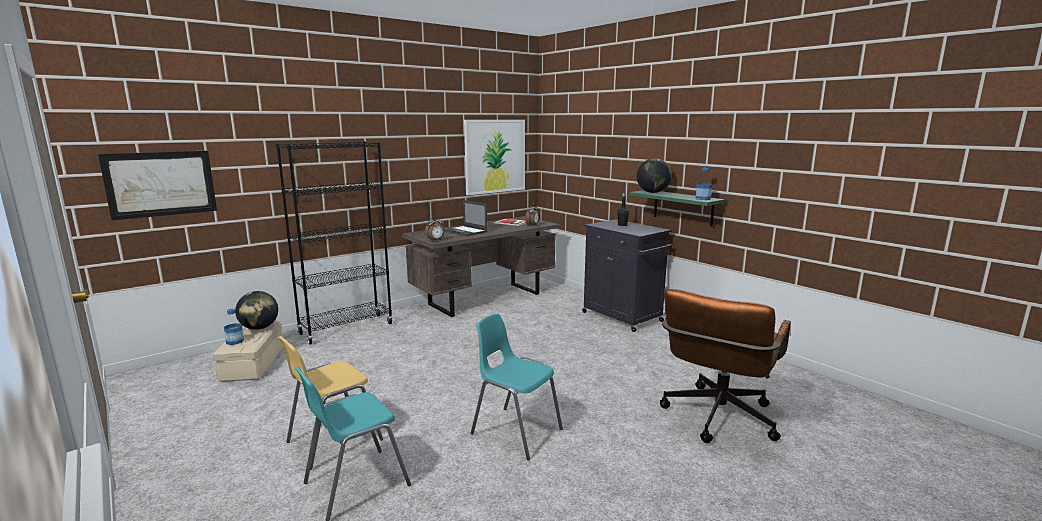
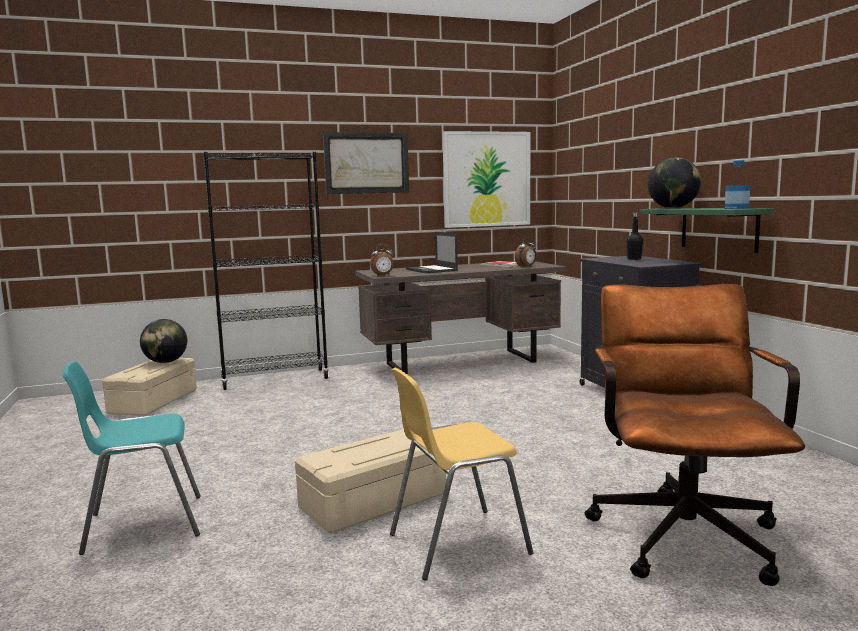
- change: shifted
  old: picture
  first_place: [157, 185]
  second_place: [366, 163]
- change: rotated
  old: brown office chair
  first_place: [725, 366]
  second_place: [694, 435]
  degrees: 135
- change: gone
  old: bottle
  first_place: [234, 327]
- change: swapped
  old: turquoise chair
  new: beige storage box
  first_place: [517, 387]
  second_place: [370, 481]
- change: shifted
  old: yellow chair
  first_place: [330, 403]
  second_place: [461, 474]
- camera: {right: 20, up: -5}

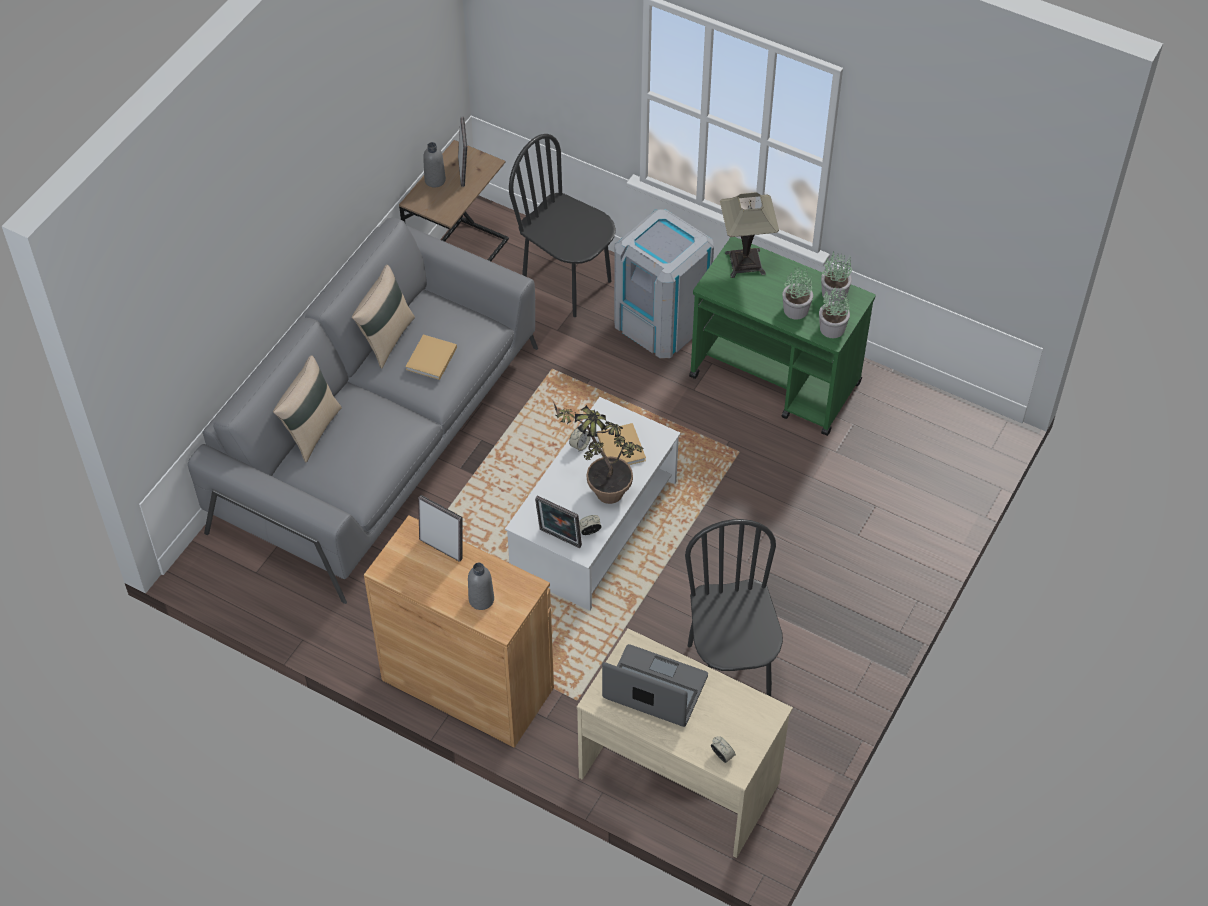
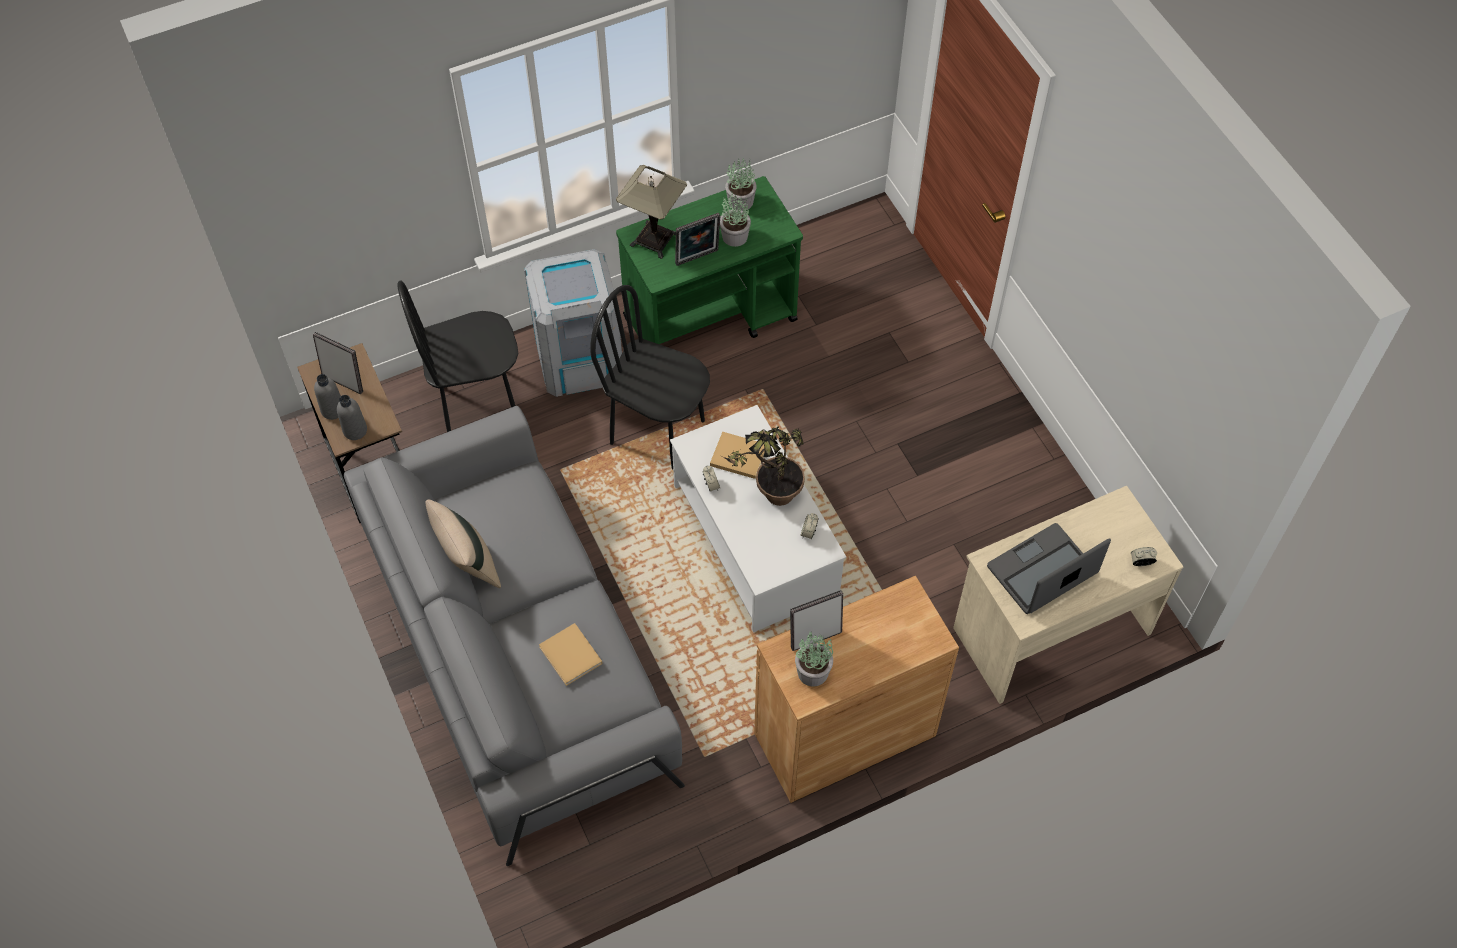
- change: shifted
  old: potted plant
  first_place: [834, 313]
  second_place: [814, 658]
- change: shifted
  old: beige book
  first_place: [431, 357]
  second_place: [571, 654]
- change: gone
  old: beige pillow
  first_place: [307, 408]
- change: shifted
  old: picture frame
  first_place: [558, 522]
  second_place: [697, 239]
- change: shifted
  old: black chair
  first_place: [734, 608]
  second_place: [650, 377]
- change: shifted
  old: grey bottle
  first_place: [481, 586]
  second_place: [352, 417]
- camera: {right: -55, up: 5}

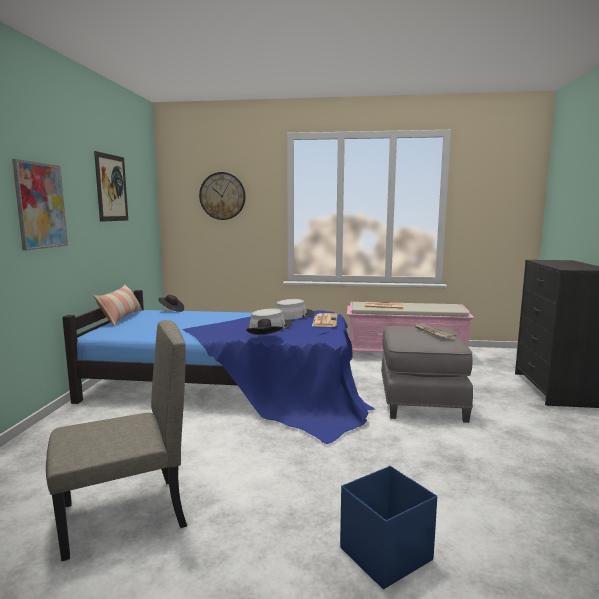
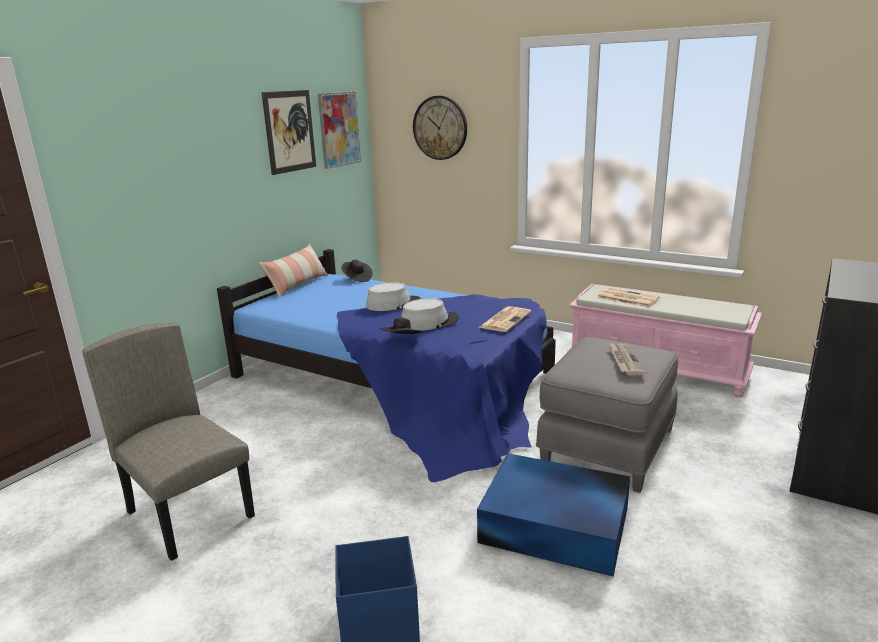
- change: shifted
  old: picture
  first_place: [40, 204]
  second_place: [339, 130]
- change: shifted
  old: grey hat
  first_place: [294, 309]
  second_place: [393, 296]
- change: rotated
  old: beige chair
  first_place: [116, 440]
  second_place: [168, 442]
  degrees: -135
- change: new
  new: blue storage box
  second_place: [553, 514]
- camera: {right: 25, up: 10}

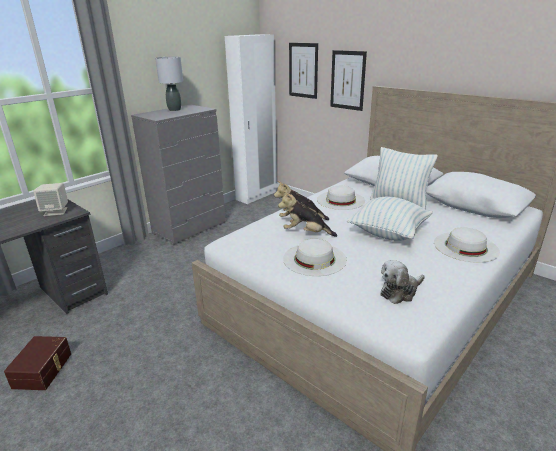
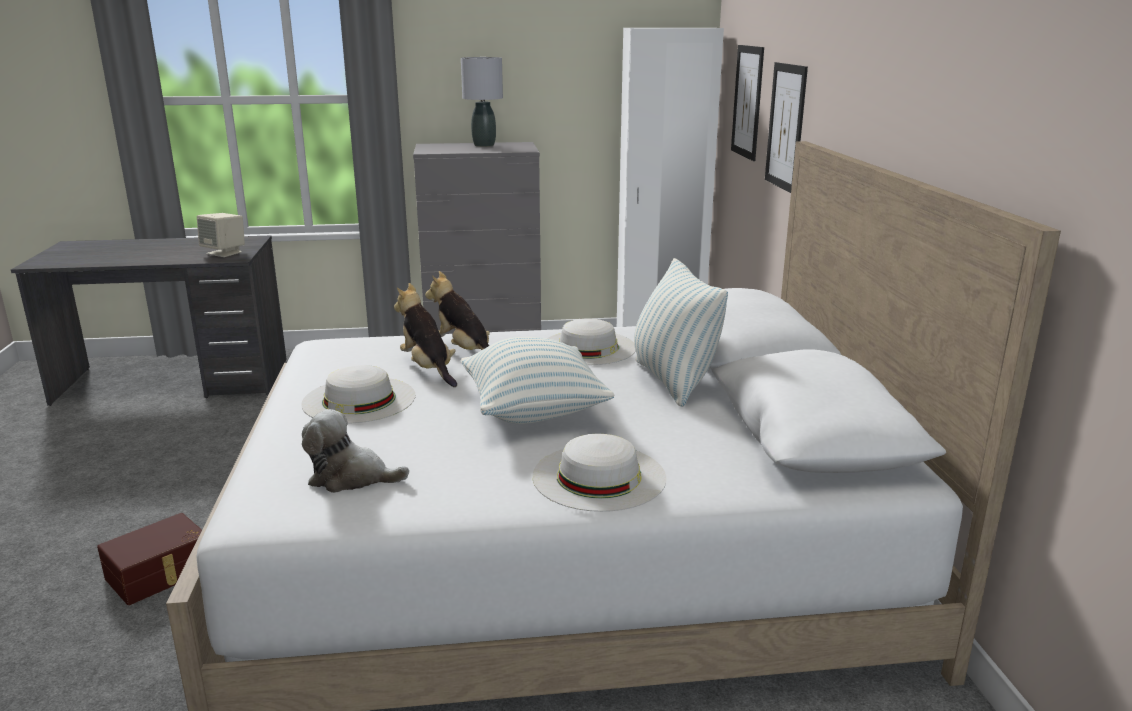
- change: shifted
  old: brown storage box
  first_place: [37, 363]
  second_place: [149, 559]
- camera: {right: 40, up: -5}

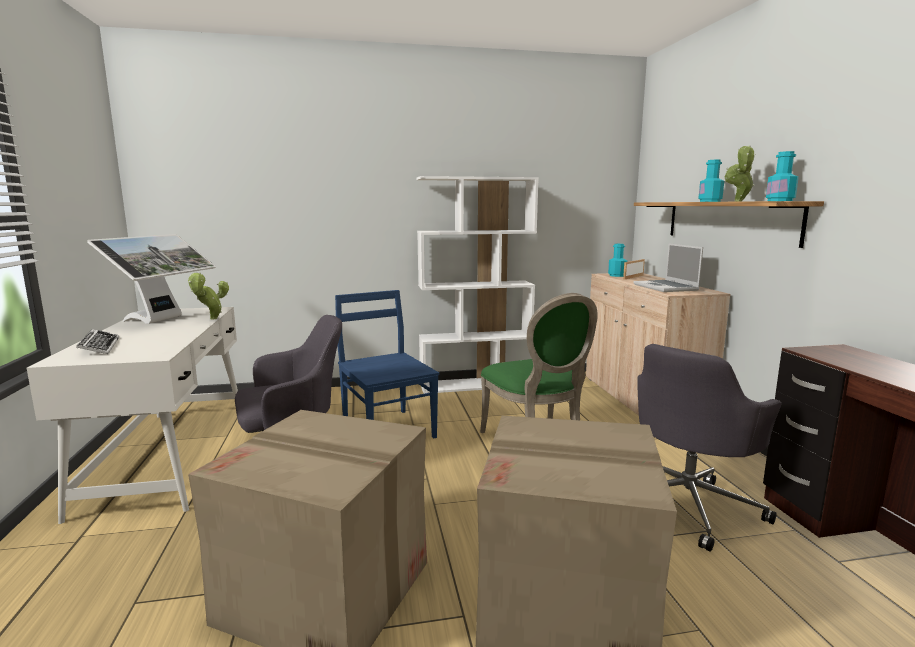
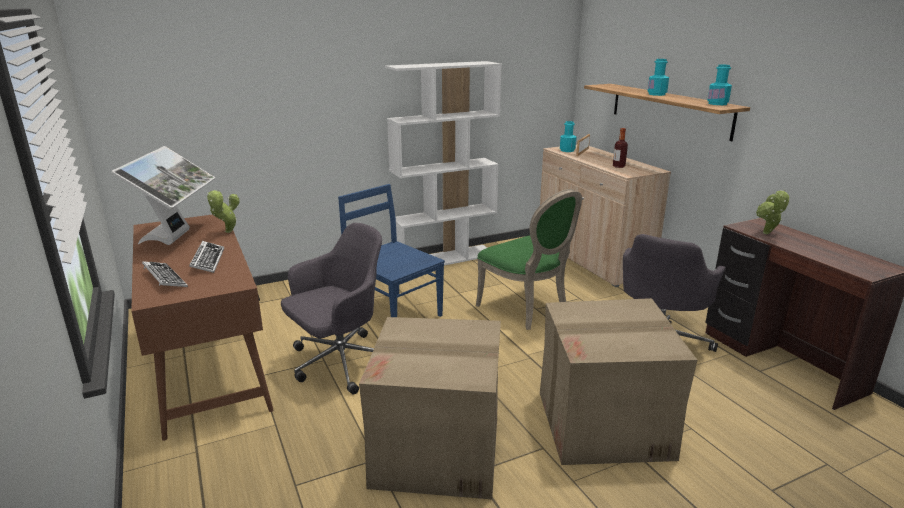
- change: shifted
  old: potted plant
  first_place: [740, 173]
  second_place: [773, 212]
- change: swapped
  old: laptop
  new: bottle
  first_place: [668, 267]
  second_place: [620, 148]
- change: repainted
  old: white desk
  new: brown desk
  first_place: [132, 415]
  second_place: [202, 328]
- change: new
  new: keyboard
  second_place: [206, 257]
- camera: {right: -15, up: 10}

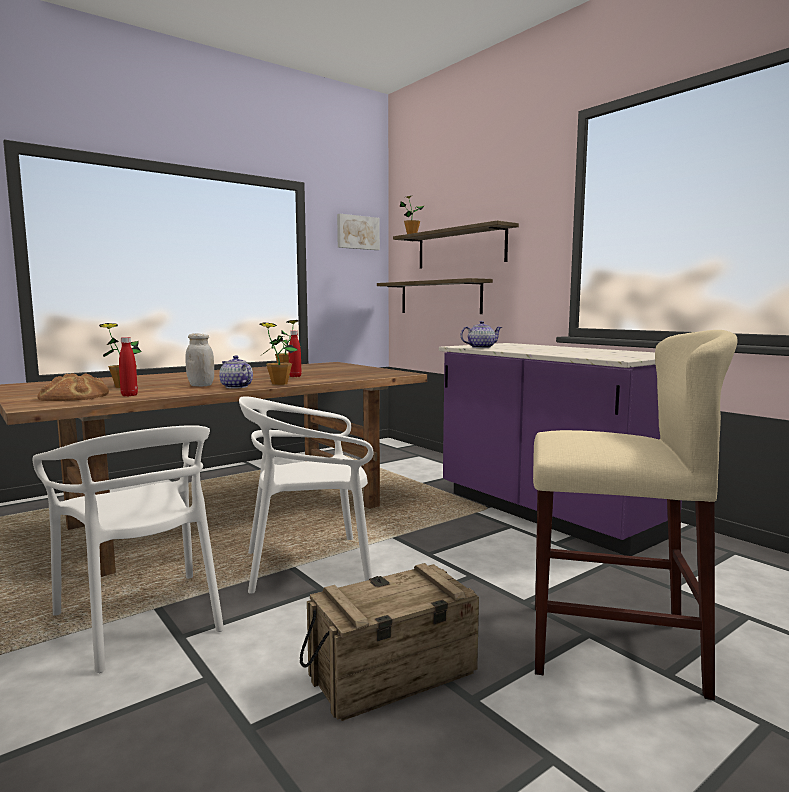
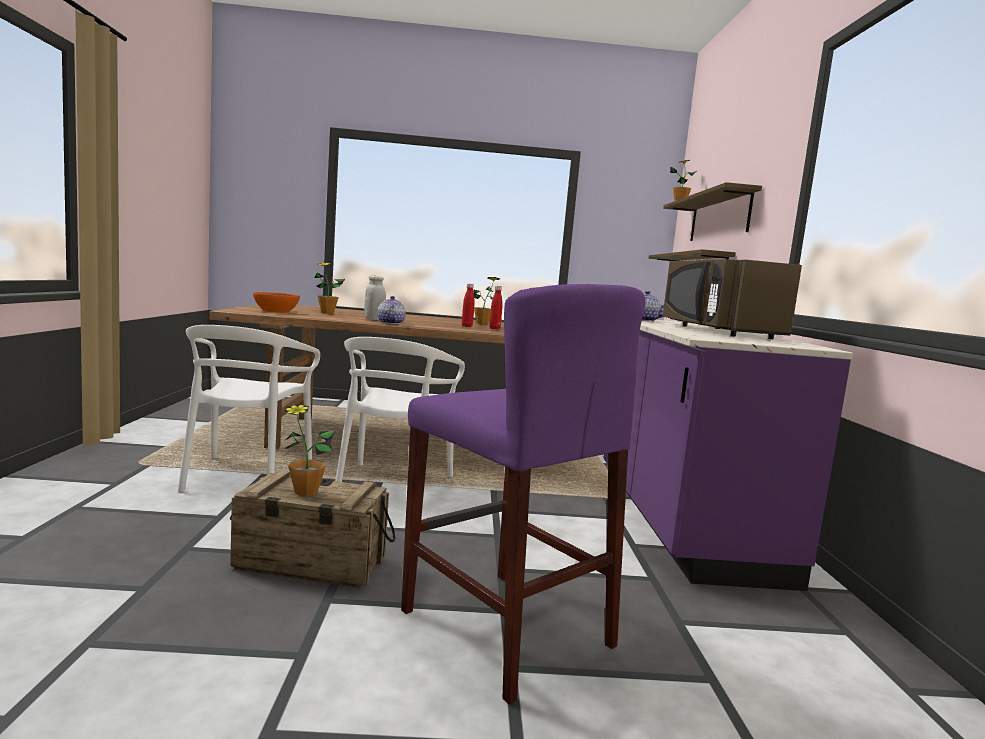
- change: gone
  old: picture
  first_place: [358, 232]
- change: shifted
  old: potted plant
  first_place: [279, 354]
  second_place: [309, 450]
- change: repainted
  old: beige stool
  new: purple stool
  first_place: [635, 515]
  second_place: [523, 494]
- change: shifted
  old: red bottle
  first_place: [128, 366]
  second_place: [496, 307]
- change: swapped
  old: bread
  new: orange bowl
  first_place: [73, 387]
  second_place: [276, 302]
- change: rotated
  old: white chair
  first_place: [306, 495]
  second_place: [400, 409]
  degrees: -105
- change: new
  new: brown microwave
  second_place: [732, 299]
- camera: {right: 35, up: 0}

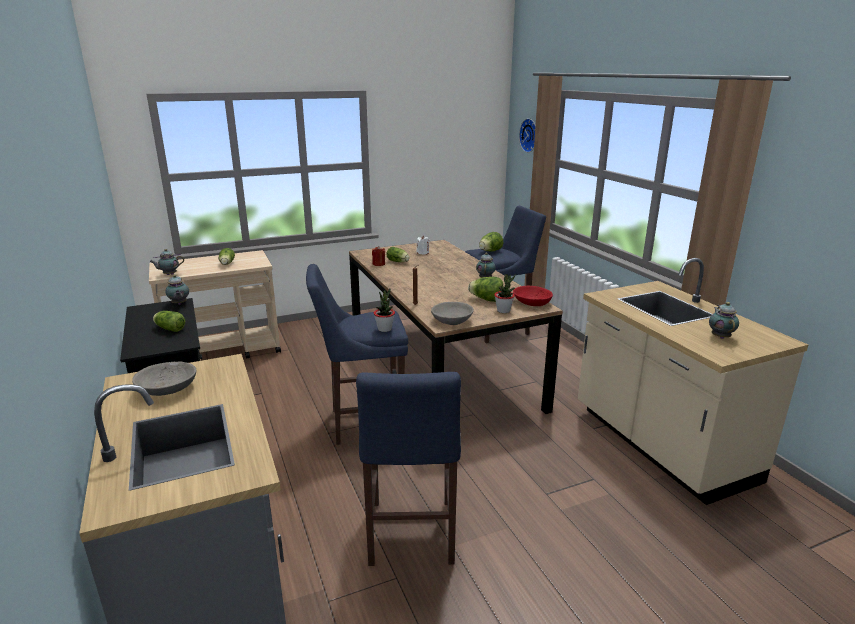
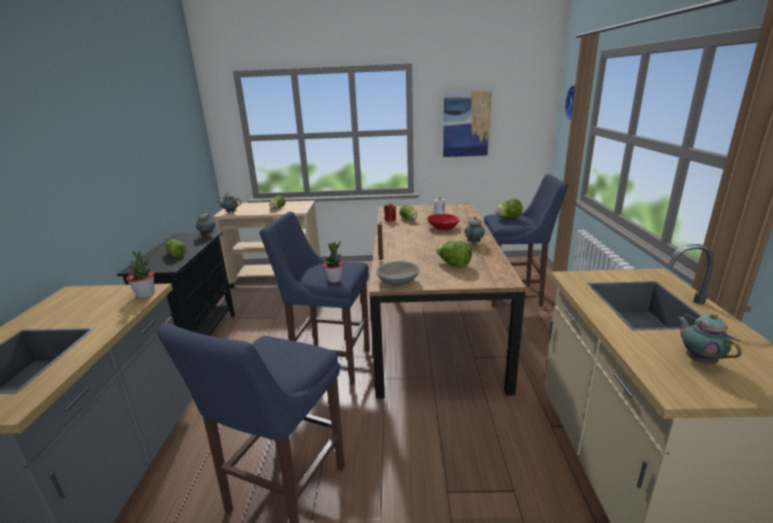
- change: shifted
  old: potted plant
  first_place: [505, 293]
  second_place: [140, 274]
- change: shifted
  old: red bowl
  first_place: [533, 296]
  second_place: [443, 222]
- change: rotated
  old: teapot
  first_place: [724, 320]
  second_place: [709, 338]
  degrees: -45
- change: gone
  old: grey bowl
  first_place: [164, 378]
- change: new
  new: picture
  second_place: [467, 124]
- camera: {right: 25, up: 0}

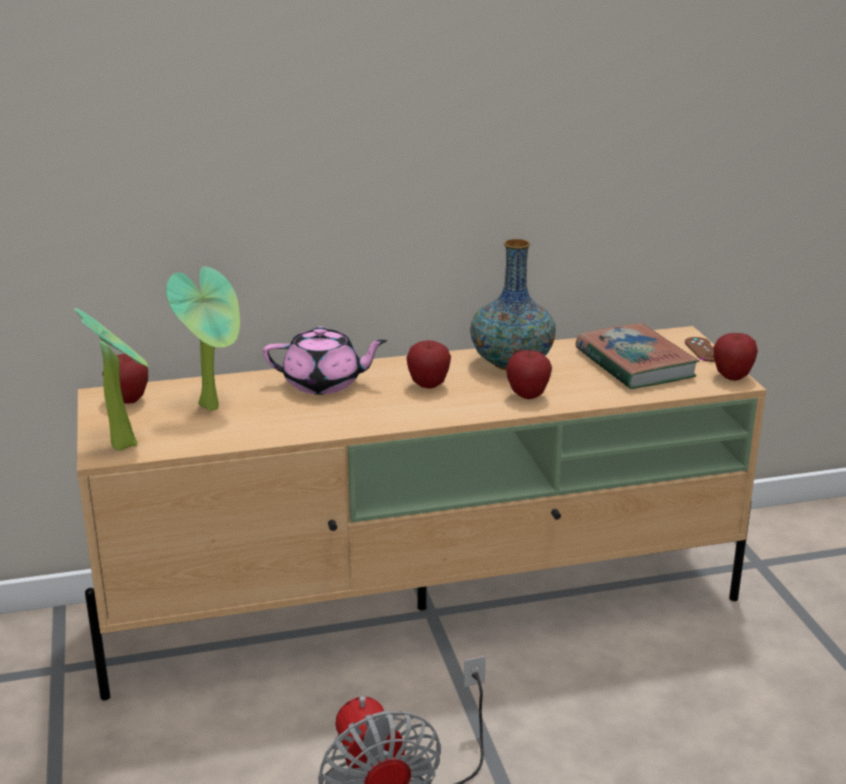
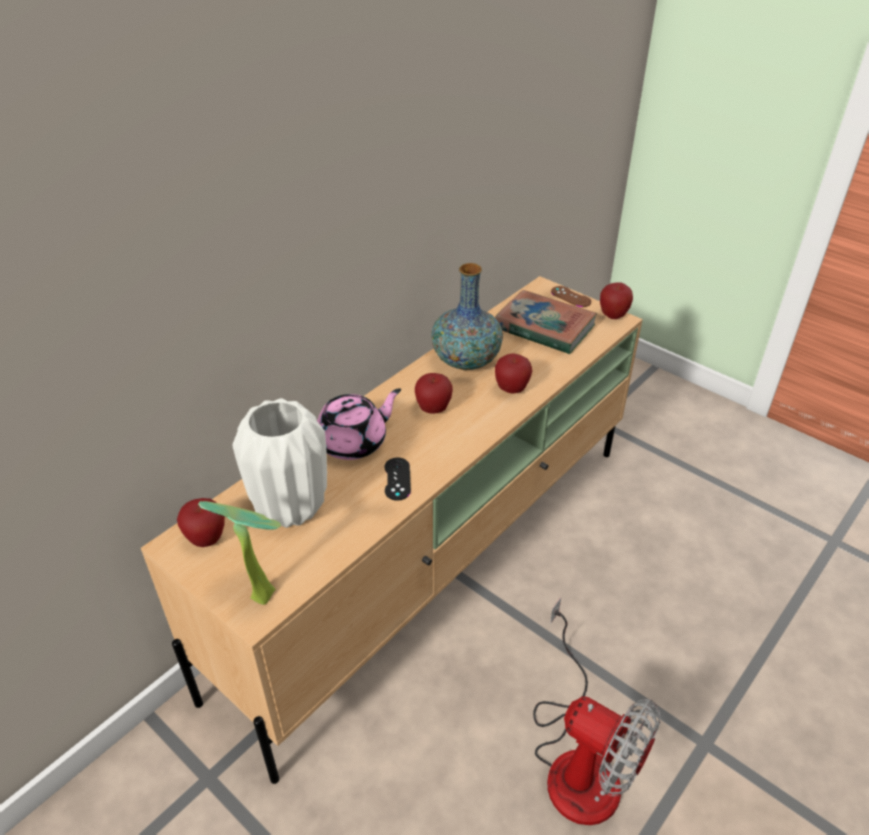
- change: swapped
  old: potted plant
  new: white vase
  first_place: [203, 338]
  second_place: [279, 463]
- change: new
  new: black game controller
  second_place: [397, 479]
- camera: {right: -35, up: 15}

